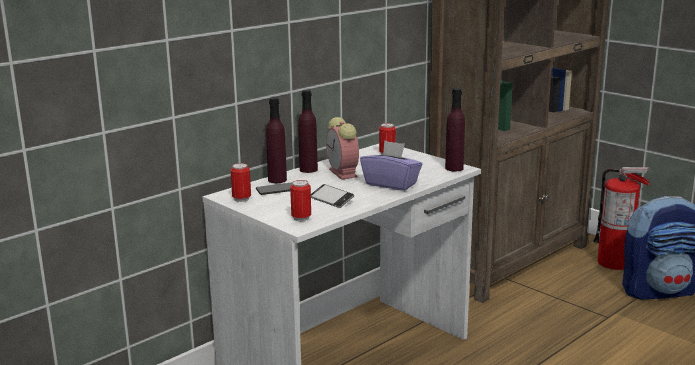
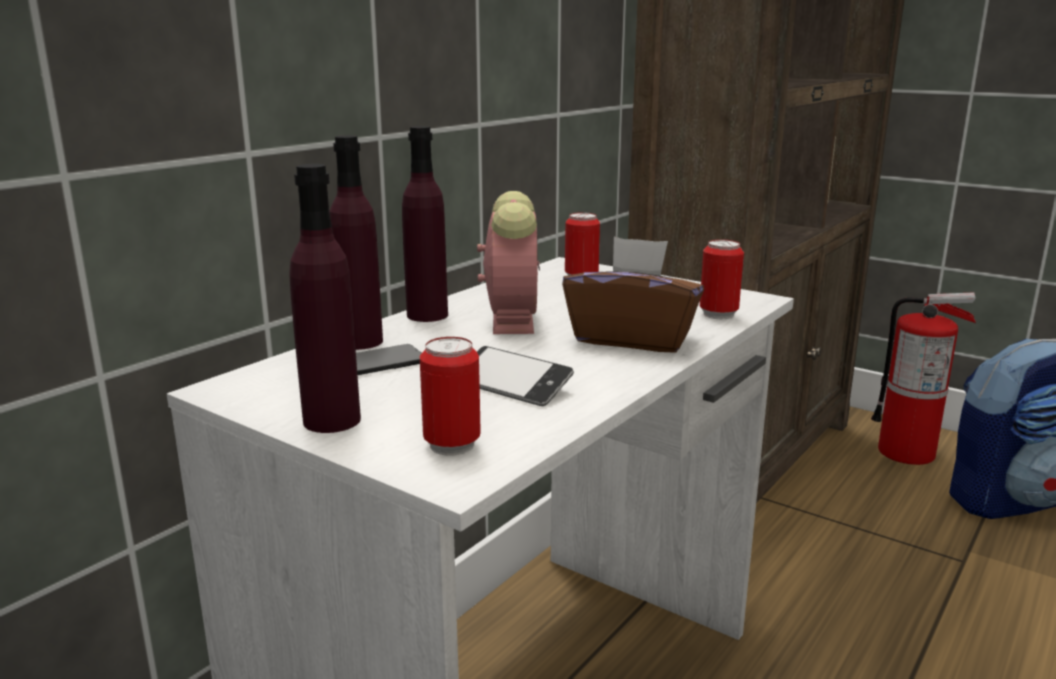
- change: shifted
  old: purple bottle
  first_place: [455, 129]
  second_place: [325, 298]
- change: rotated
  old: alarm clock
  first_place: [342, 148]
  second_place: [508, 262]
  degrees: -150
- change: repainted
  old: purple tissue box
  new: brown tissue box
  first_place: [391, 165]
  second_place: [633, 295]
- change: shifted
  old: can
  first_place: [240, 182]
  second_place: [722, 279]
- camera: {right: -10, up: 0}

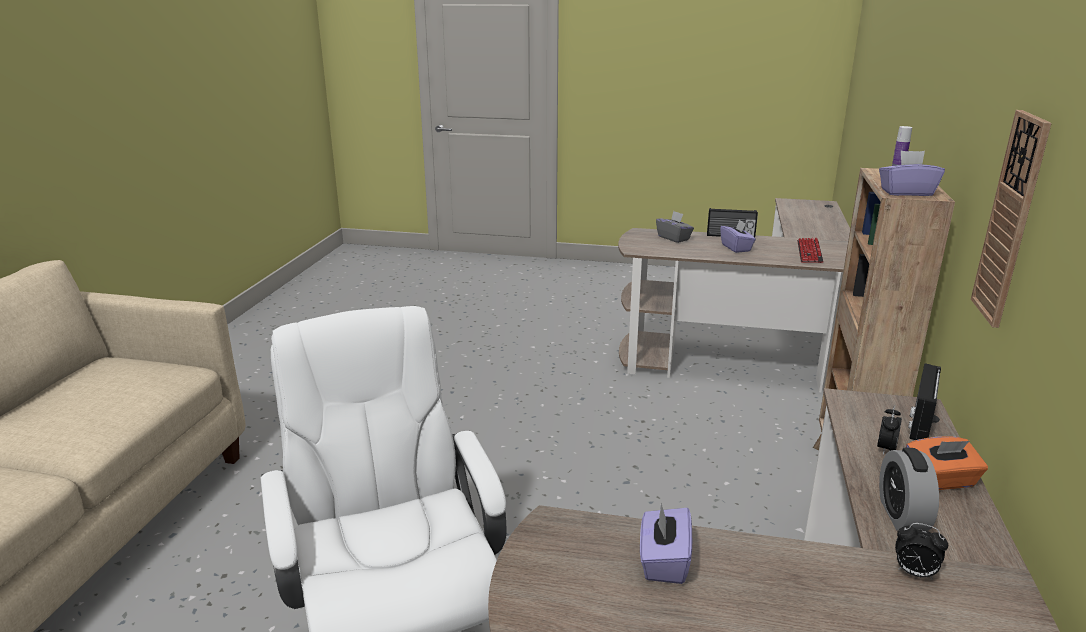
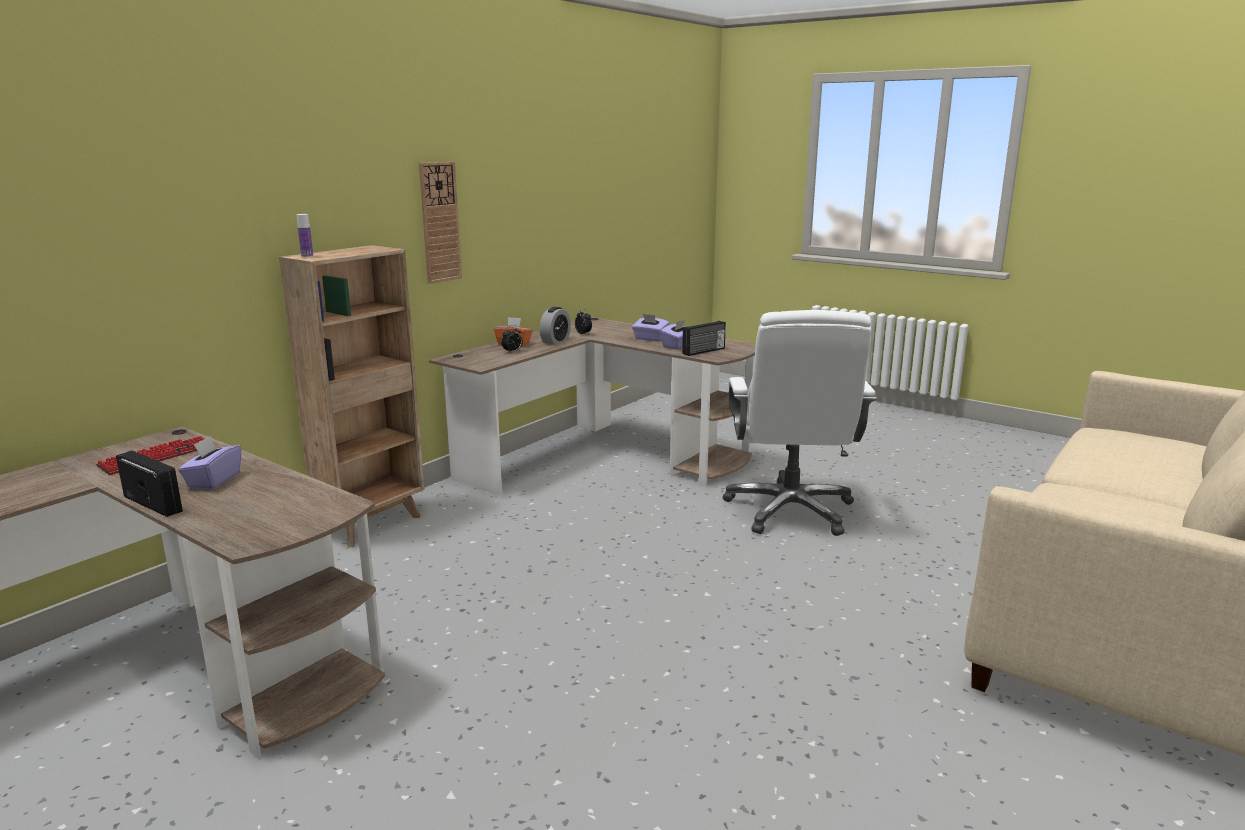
- change: shifted
  old: purple tissue box
  first_place: [912, 173]
  second_place: [650, 327]
- change: gone
  old: grey tissue box
  first_place: [675, 227]
- change: shifted
  old: radio
  first_place: [924, 401]
  second_place: [704, 338]
- camera: {right: -155, up: -5}

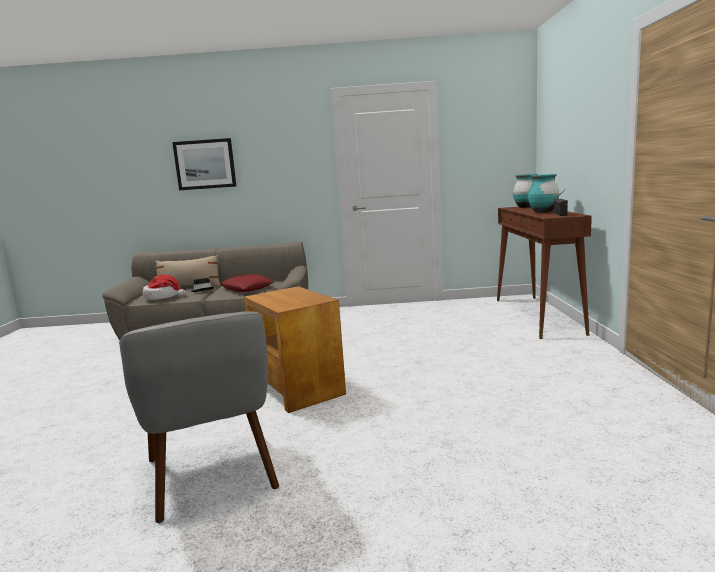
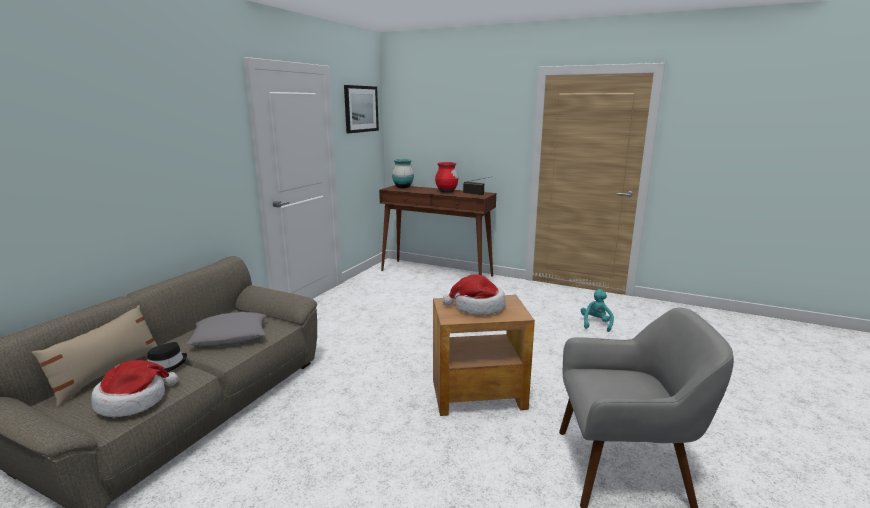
- change: shifted
  old: picture
  first_place: [204, 164]
  second_place: [361, 109]
- change: repainted
  old: turquoise vase
  new: red vase
  first_place: [543, 193]
  second_place: [446, 177]
- change: repainted
  old: red pillow
  new: grey pillow
  first_place: [246, 283]
  second_place: [226, 329]
- change: new
  new: hat
  second_place: [474, 294]
- change: new
  new: turquoise plush toy
  second_place: [597, 310]
- camera: {right: -65, up: 5}

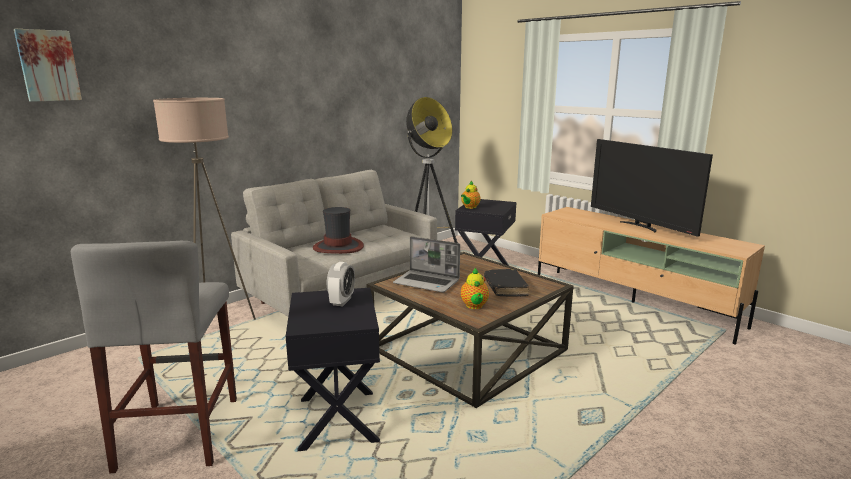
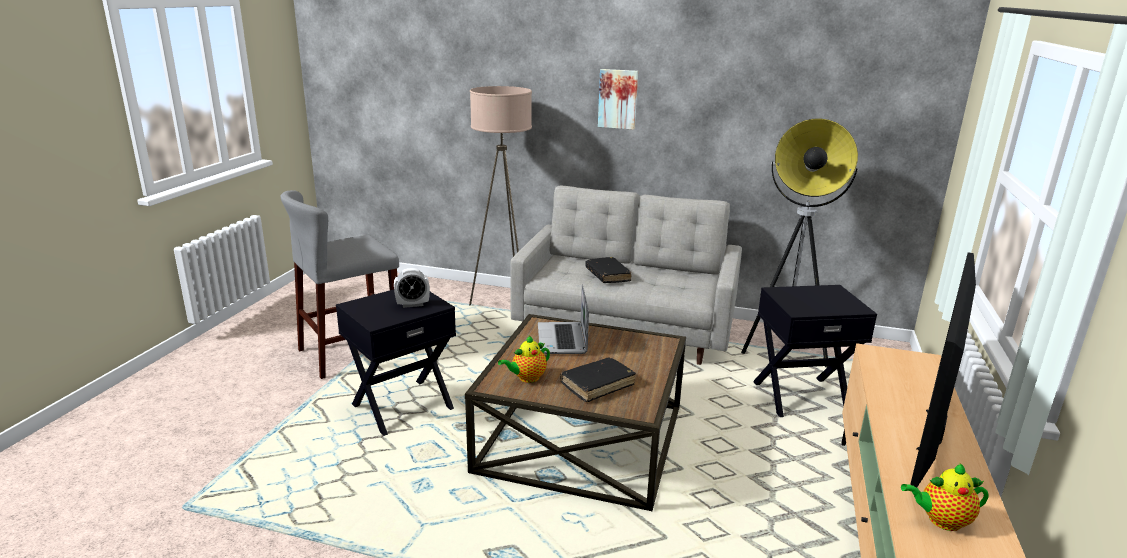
- change: shifted
  old: picture
  first_place: [48, 65]
  second_place: [618, 99]
- change: shifted
  old: teapot
  first_place: [470, 195]
  second_place: [945, 497]
- change: swapped
  old: hat
  new: black book
  first_place: [338, 230]
  second_place: [608, 270]
- camera: {right: 60, up: 5}

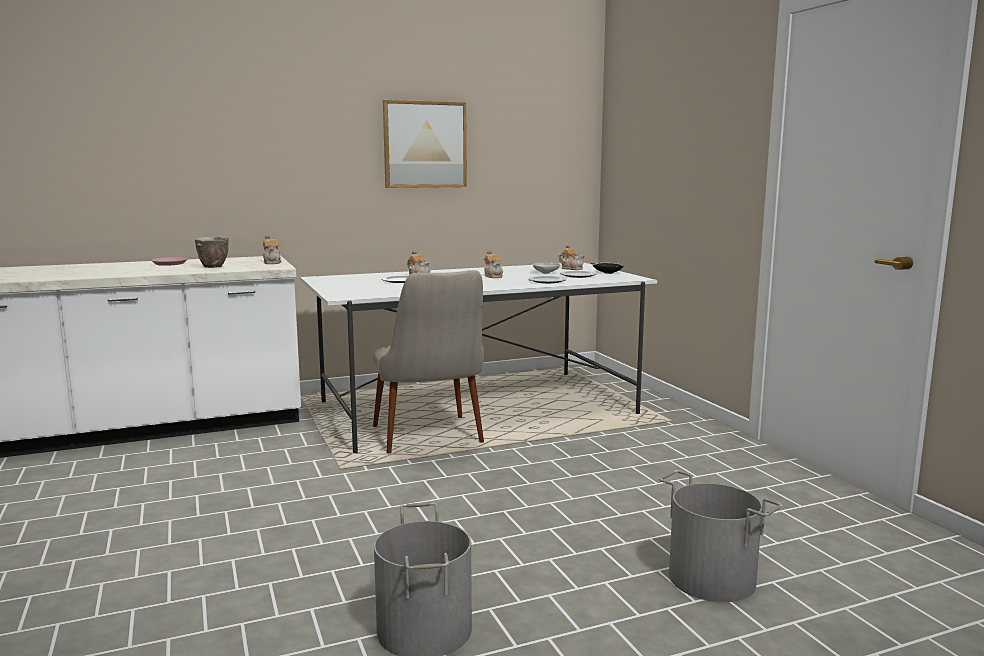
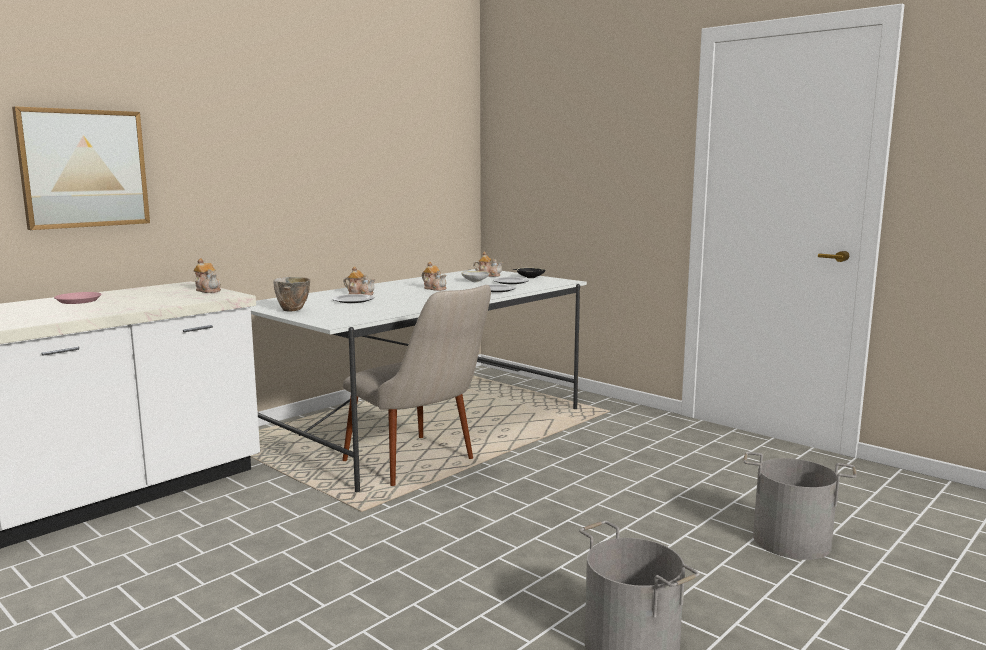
- change: shifted
  old: picture
  first_place: [425, 144]
  second_place: [81, 168]
- change: shifted
  old: bowl
  first_place: [212, 252]
  second_place: [291, 294]
- camera: {right: -25, up: 0}

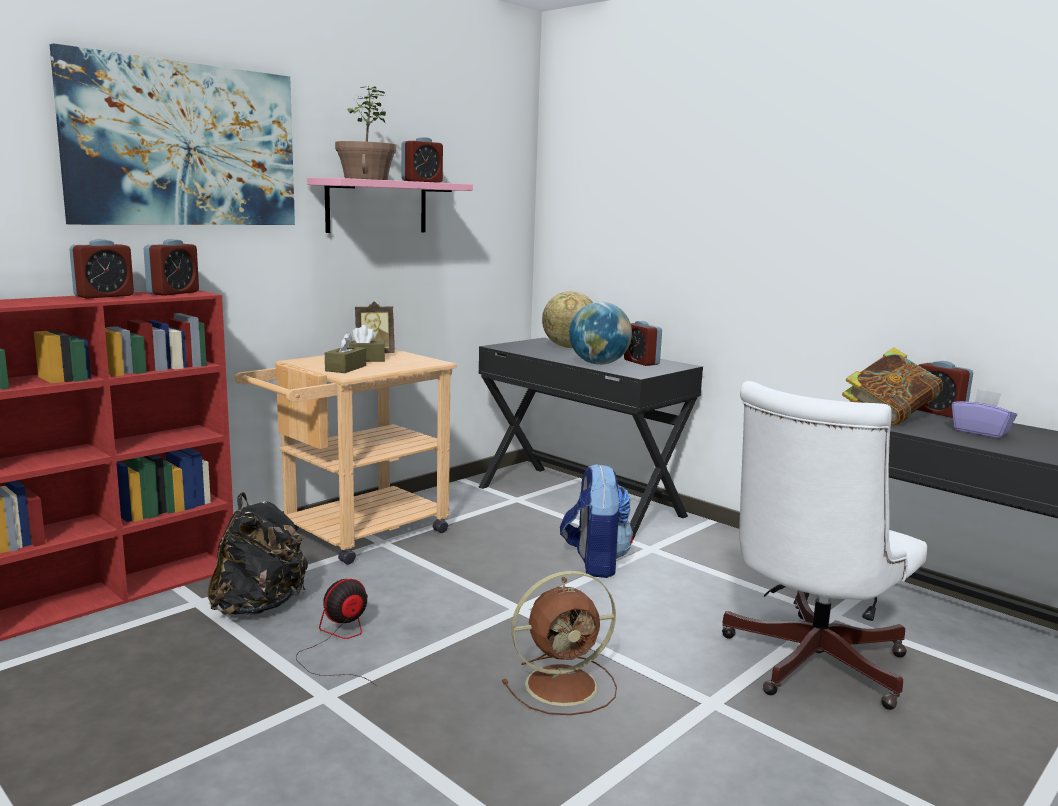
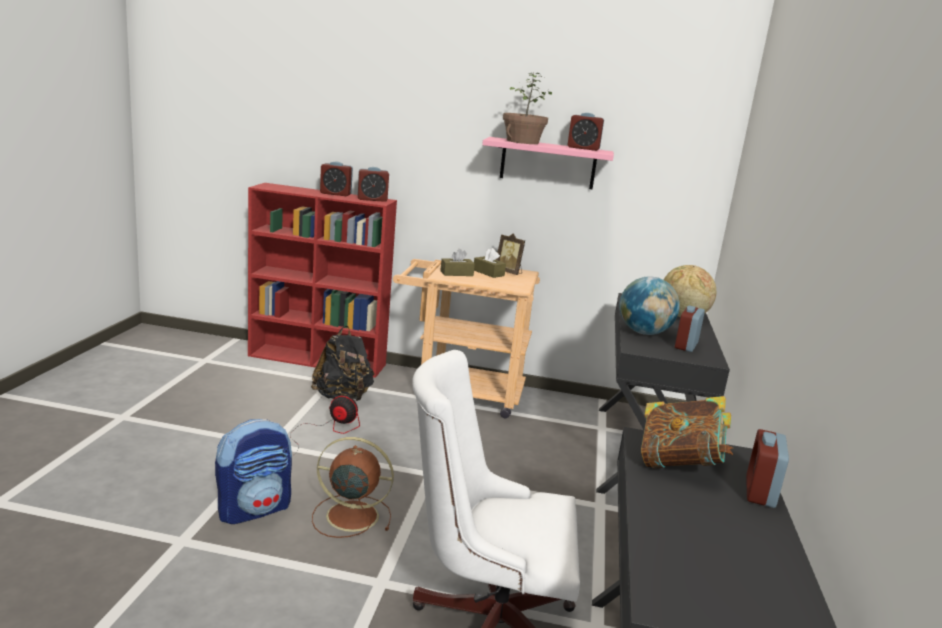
- change: gone
  old: picture
  first_place: [172, 134]
- change: gone
  old: purple tissue box
  first_place: [984, 413]
- change: shifted
  old: backpack
  first_place: [596, 520]
  second_place: [253, 471]
- change: rotated
  old: brown fan
  first_place: [559, 643]
  second_place: [353, 487]
  degrees: 150
- camera: {right: 55, up: 5}

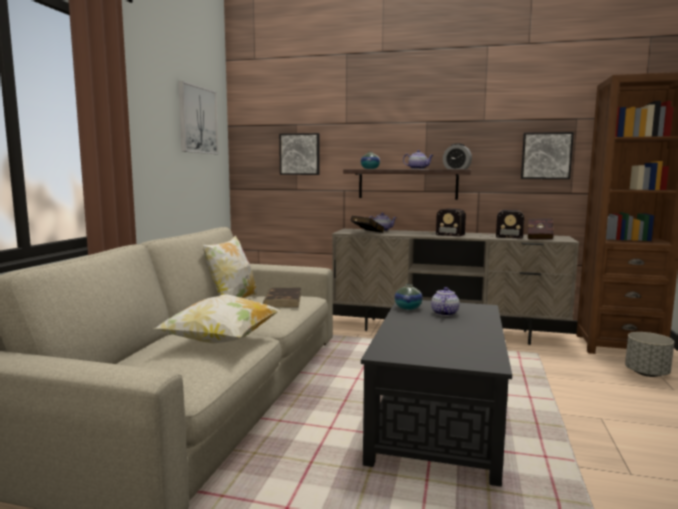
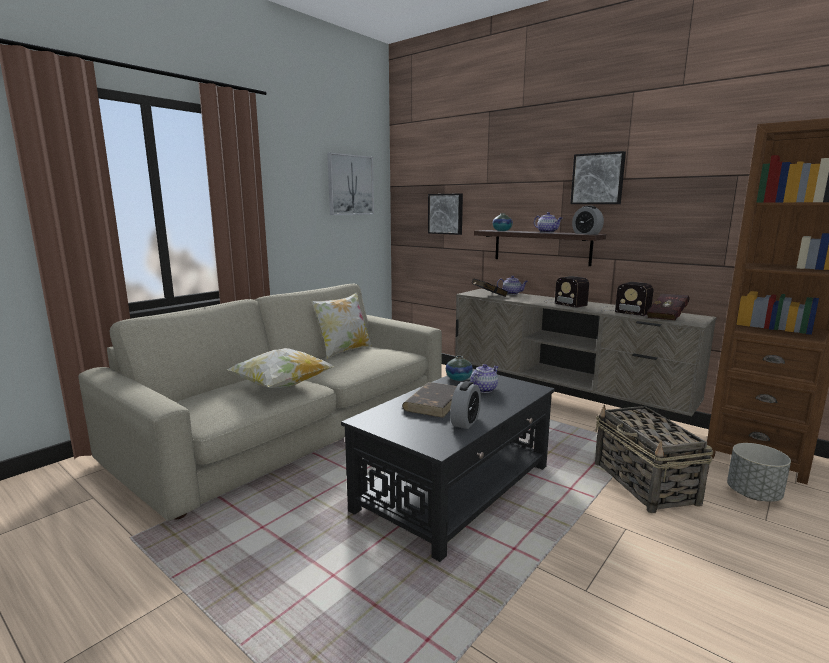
- change: shifted
  old: picture
  first_place: [547, 155]
  second_place: [598, 177]
- change: shifted
  old: brown book
  first_place: [282, 297]
  second_place: [429, 400]
- change: new
  new: alarm clock
  second_place: [465, 405]
- change: new
  new: basket
  second_place: [654, 458]
- camera: {right: 25, up: 5}

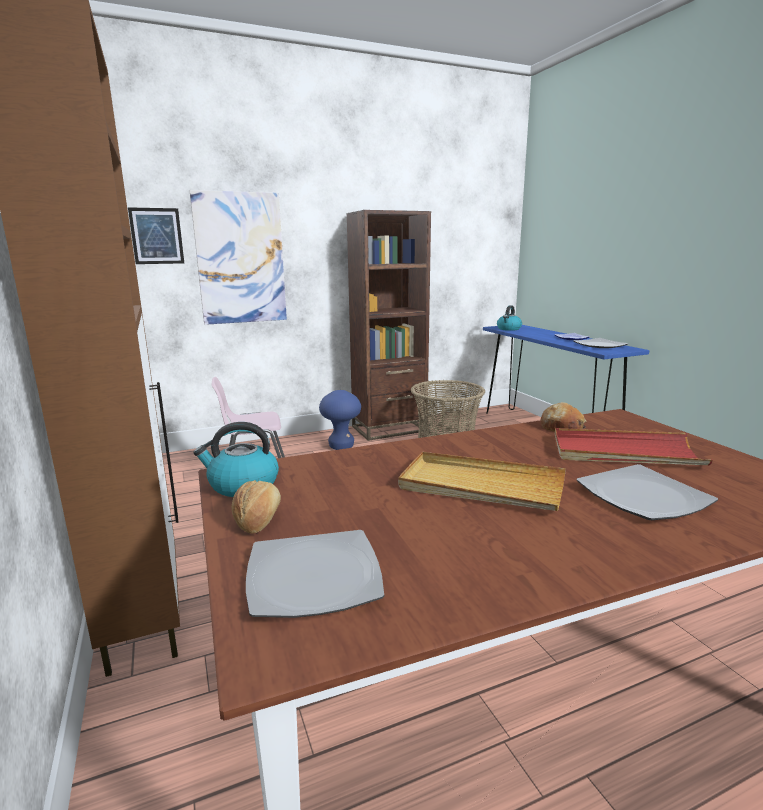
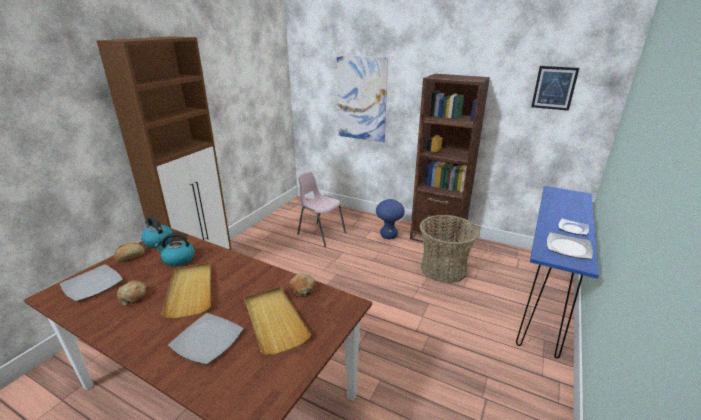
- change: shifted
  old: picture
  first_place: [156, 235]
  second_place: [555, 88]
- change: shifted
  old: kettle
  first_place: [509, 318]
  second_place: [174, 249]
- change: repainted
  old: red tray
  new: beige tray
  first_place: [634, 446]
  second_place: [277, 321]
- change: new
  new: bread
  second_place: [132, 292]
- camera: {right: 50, up: 10}

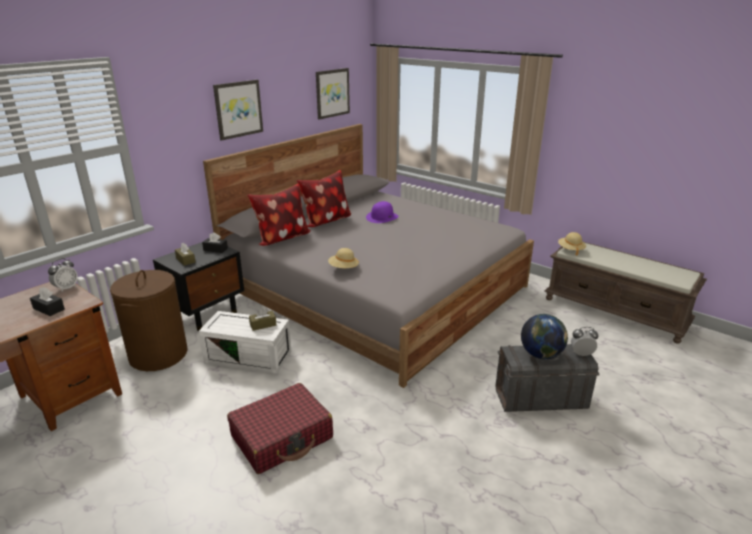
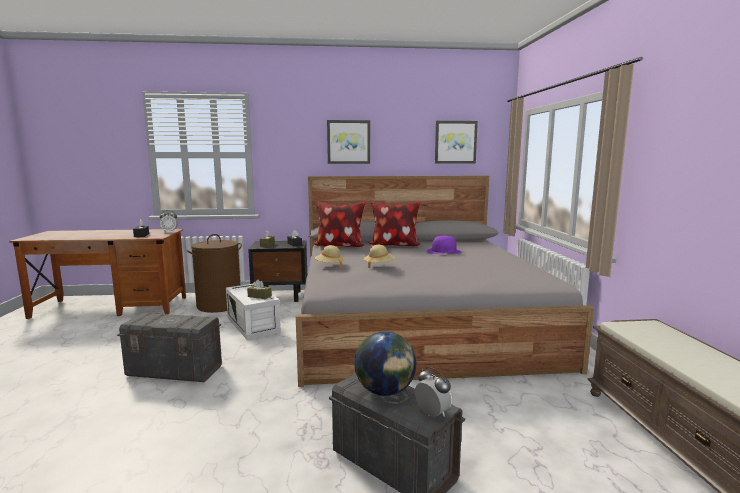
- change: shifted
  old: beige hat
  first_place: [572, 244]
  second_place: [379, 257]
- change: swapped
  old: red suitcase
  new: grey storage box
  first_place: [280, 428]
  second_place: [169, 347]
- camera: {right: 45, up: -15}

